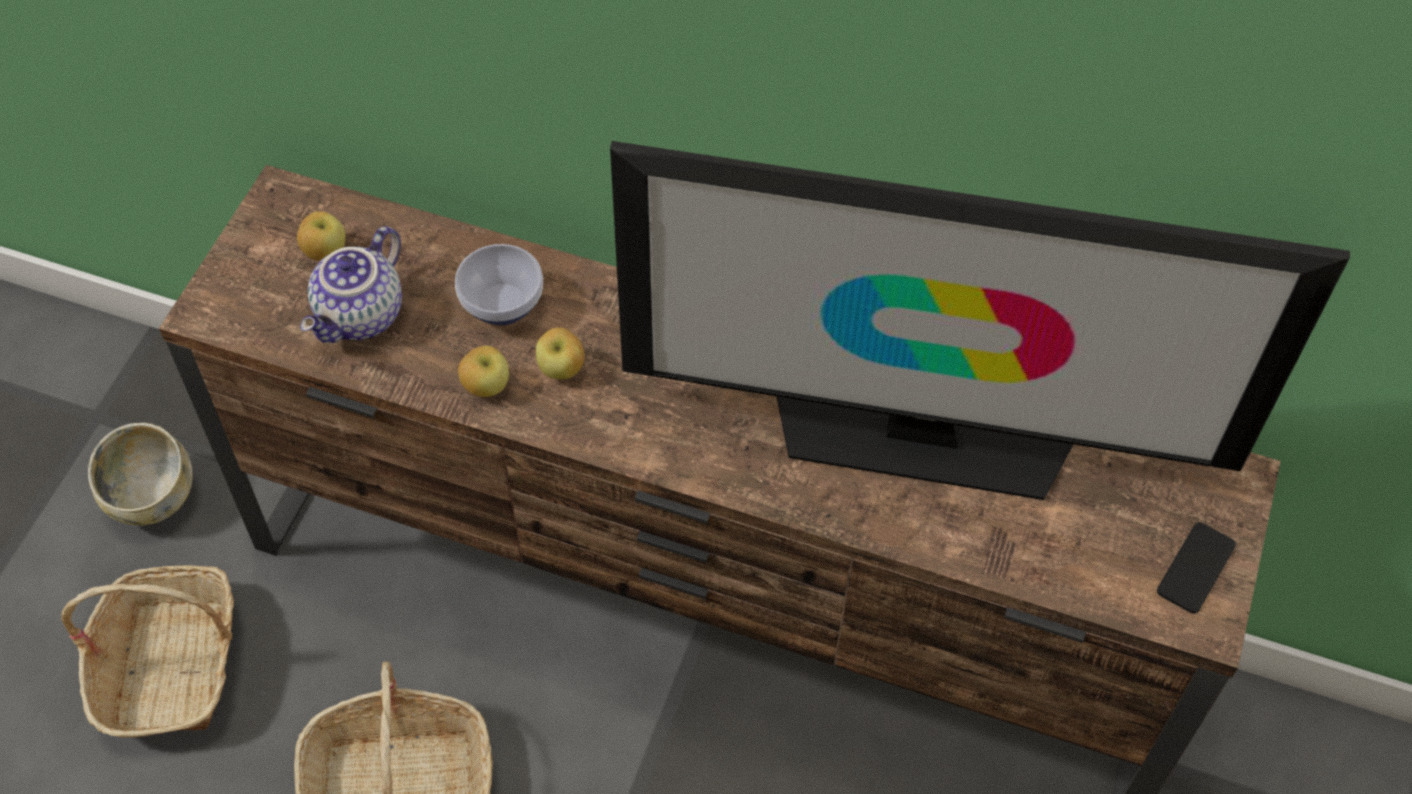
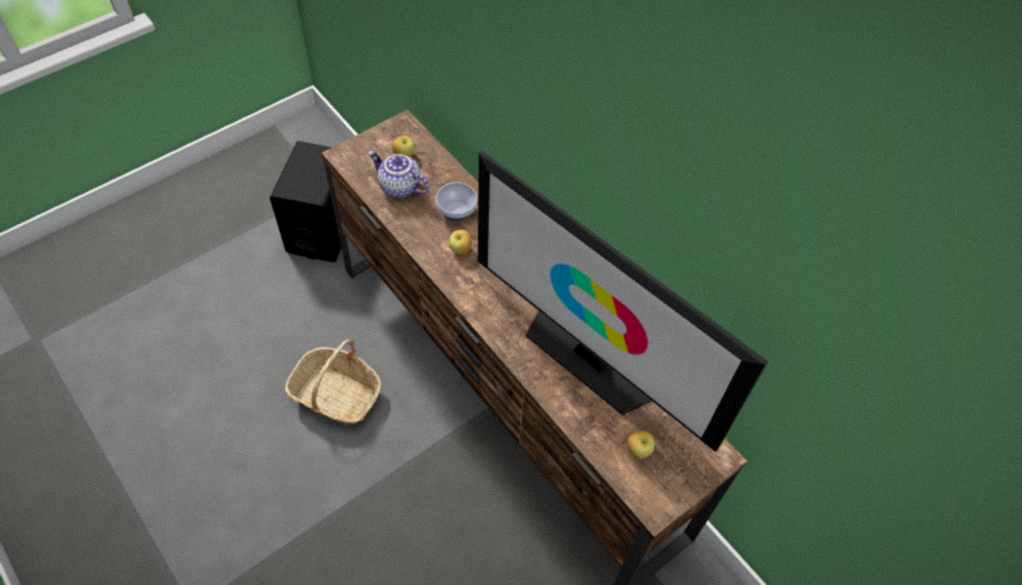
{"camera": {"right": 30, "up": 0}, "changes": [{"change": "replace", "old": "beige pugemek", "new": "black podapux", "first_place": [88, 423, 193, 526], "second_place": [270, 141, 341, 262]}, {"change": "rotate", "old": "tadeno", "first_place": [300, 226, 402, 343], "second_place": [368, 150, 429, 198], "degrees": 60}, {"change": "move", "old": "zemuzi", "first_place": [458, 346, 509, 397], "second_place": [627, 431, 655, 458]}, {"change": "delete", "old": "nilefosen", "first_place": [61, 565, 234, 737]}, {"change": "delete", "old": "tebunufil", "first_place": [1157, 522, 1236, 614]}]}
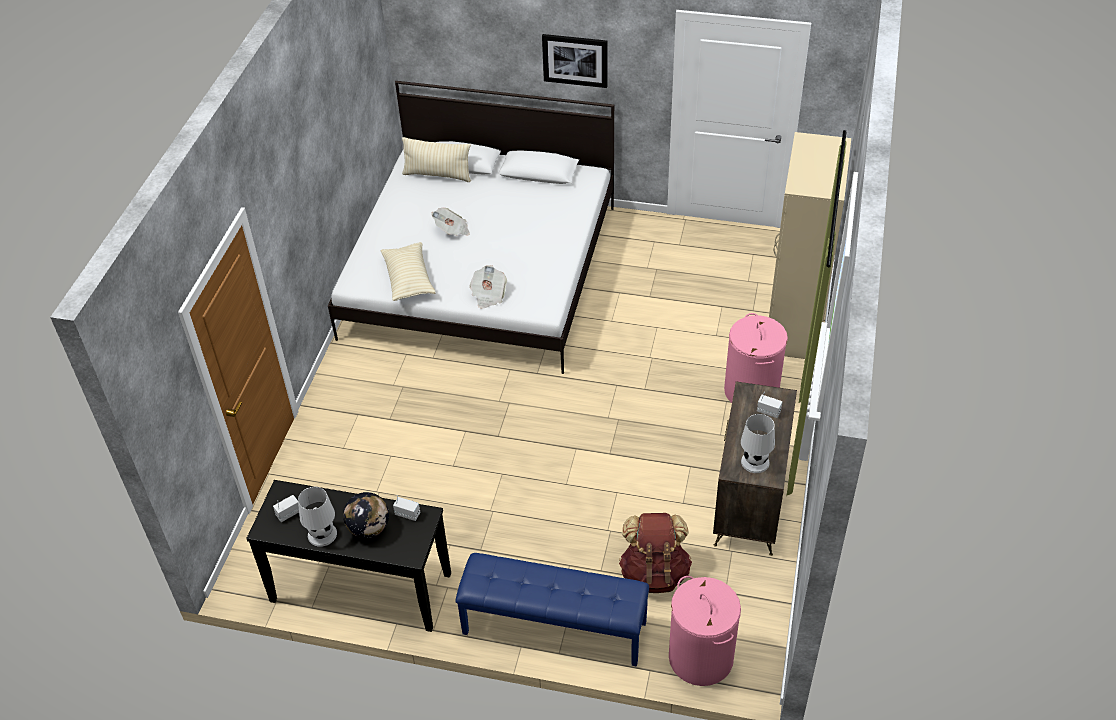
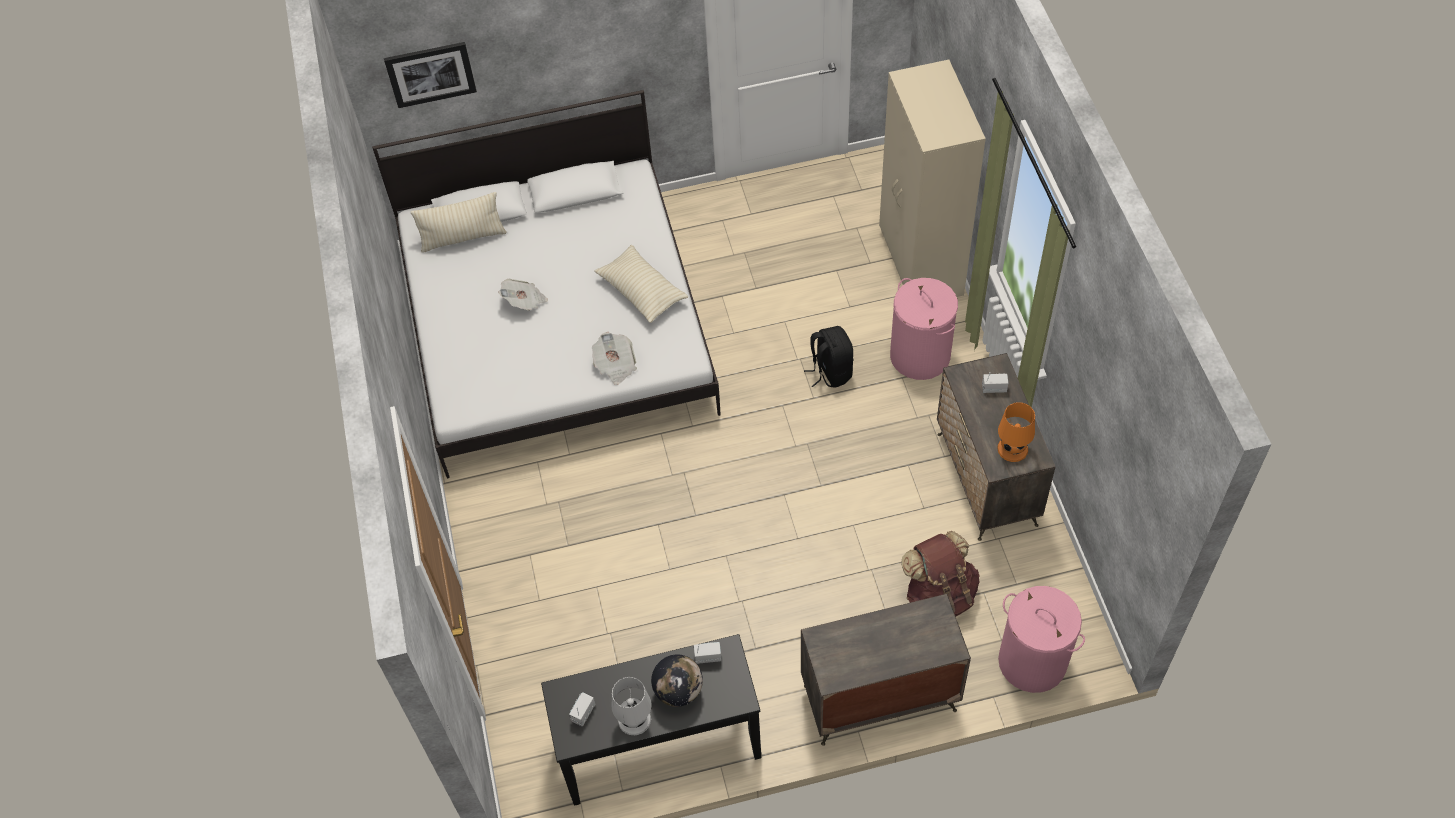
{"camera": {"right": -25, "up": 10}, "changes": [{"change": "move", "old": "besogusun", "first_place": [542, 34, 608, 88], "second_place": [384, 42, 477, 108]}, {"change": "move", "old": "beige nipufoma", "first_place": [380, 242, 436, 301], "second_place": [595, 245, 688, 323]}, {"change": "replace", "old": "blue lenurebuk", "new": "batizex", "first_place": [455, 553, 649, 667], "second_place": [801, 594, 971, 746]}, {"change": "insert", "new": "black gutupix", "second_place": [804, 326, 853, 388]}, {"change": "recolor", "old": "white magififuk", "new": "orange magififuk", "first_place": [741, 414, 775, 473], "second_place": [997, 402, 1035, 462]}]}
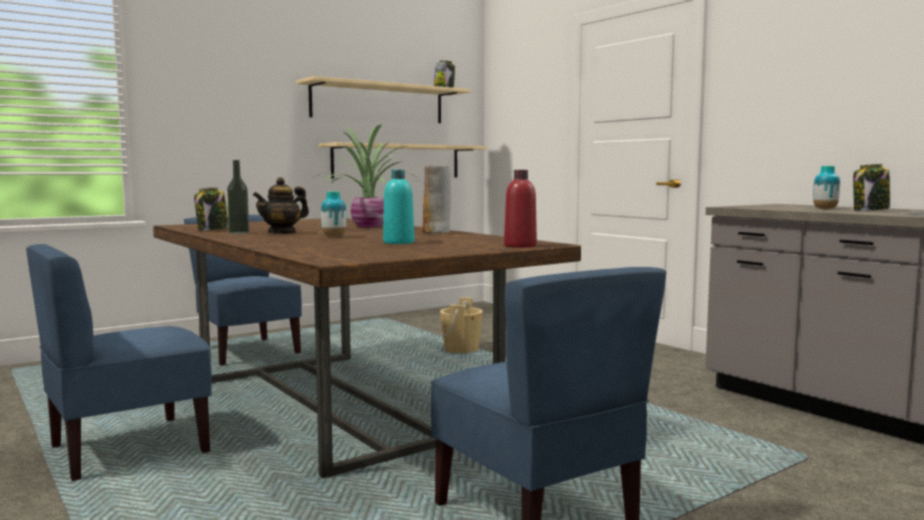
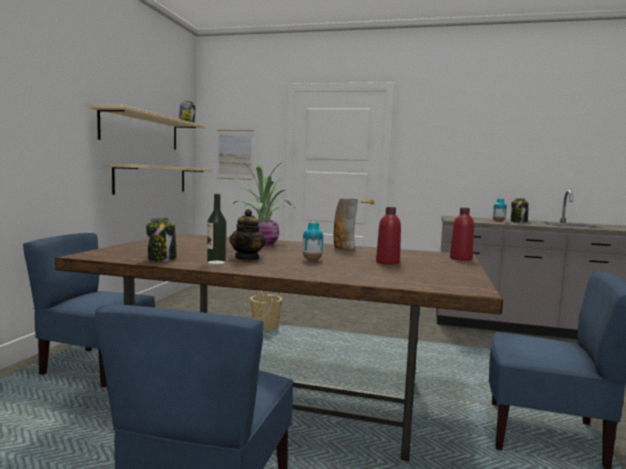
{"camera": {"right": -40, "up": 0}, "changes": [{"change": "insert", "new": "besogusun", "second_place": [217, 130, 254, 180]}, {"change": "recolor", "old": "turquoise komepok", "new": "red komepok", "first_place": [383, 170, 414, 244], "second_place": [376, 207, 401, 265]}]}
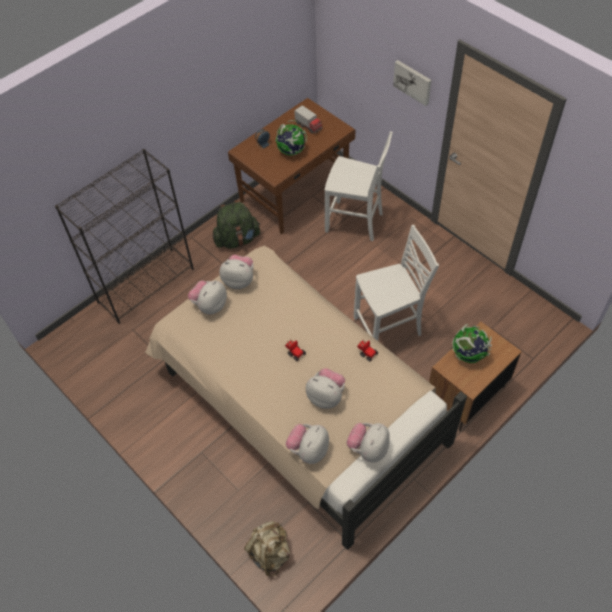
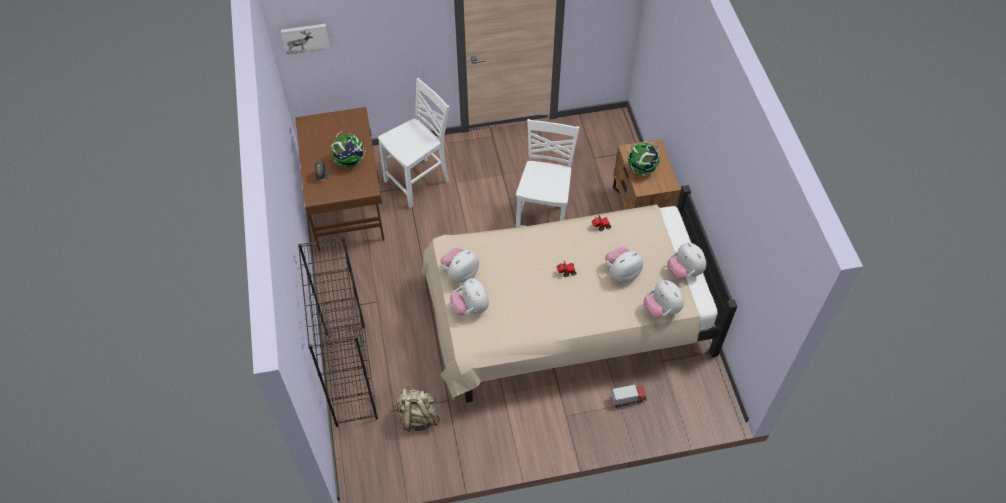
{"camera": {"right": -60, "up": 0}, "changes": [{"change": "move", "old": "besogusun", "first_place": [393, 60, 431, 106], "second_place": [281, 24, 330, 55]}, {"change": "move", "old": "beige gutupix", "first_place": [244, 521, 290, 577], "second_place": [396, 386, 440, 432]}, {"change": "move", "old": "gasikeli", "first_place": [294, 105, 323, 134], "second_place": [611, 385, 647, 407]}, {"change": "delete", "old": "green gutupix", "first_place": [213, 200, 260, 249]}]}
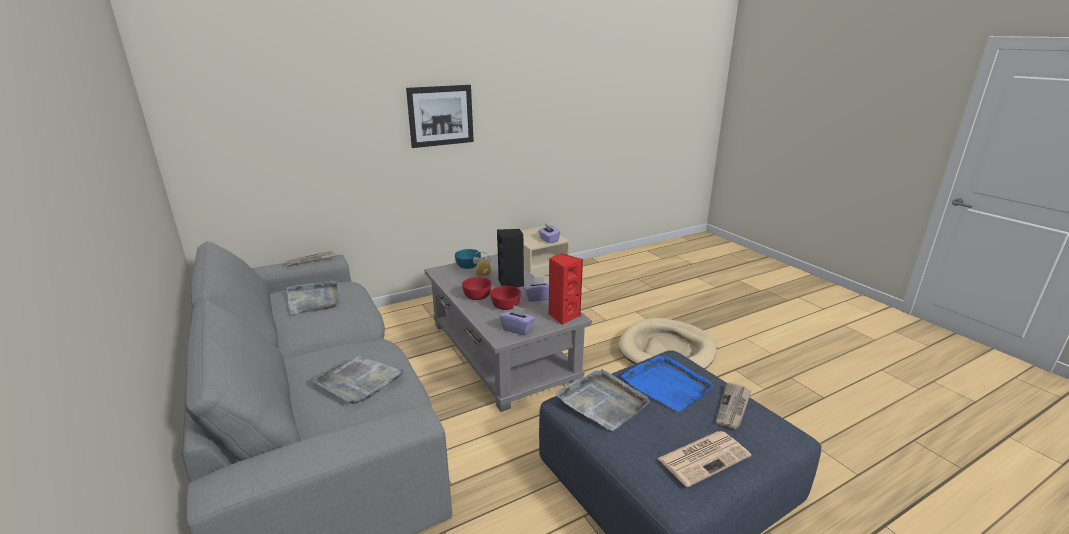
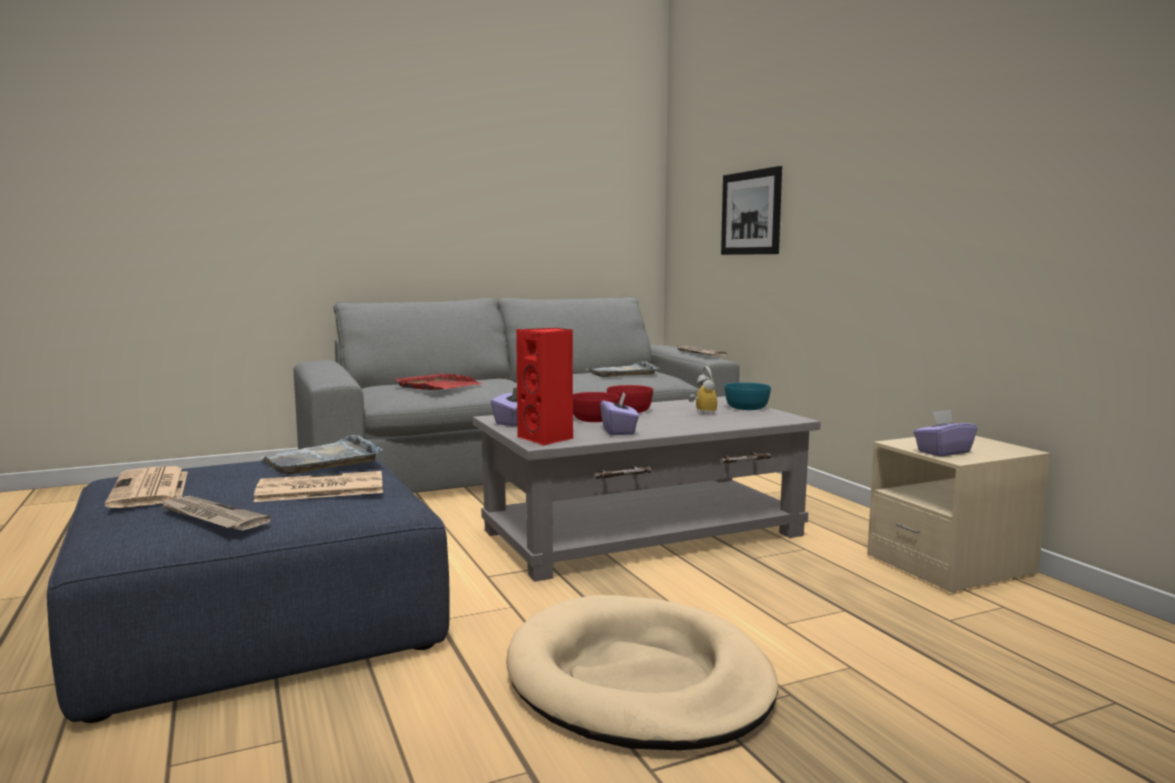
{"camera": {"right": 95, "up": -15}, "changes": [{"change": "replace", "old": "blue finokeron", "new": "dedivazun", "first_place": [621, 355, 713, 412], "second_place": [254, 471, 383, 502]}, {"change": "recolor", "old": "grey finokeron", "new": "red finokeron", "first_place": [312, 356, 406, 404], "second_place": [395, 373, 482, 390]}, {"change": "move", "old": "besogusun", "first_place": [406, 85, 474, 148], "second_place": [721, 166, 782, 255]}, {"change": "delete", "old": "black podapux", "first_place": [497, 229, 524, 288]}]}
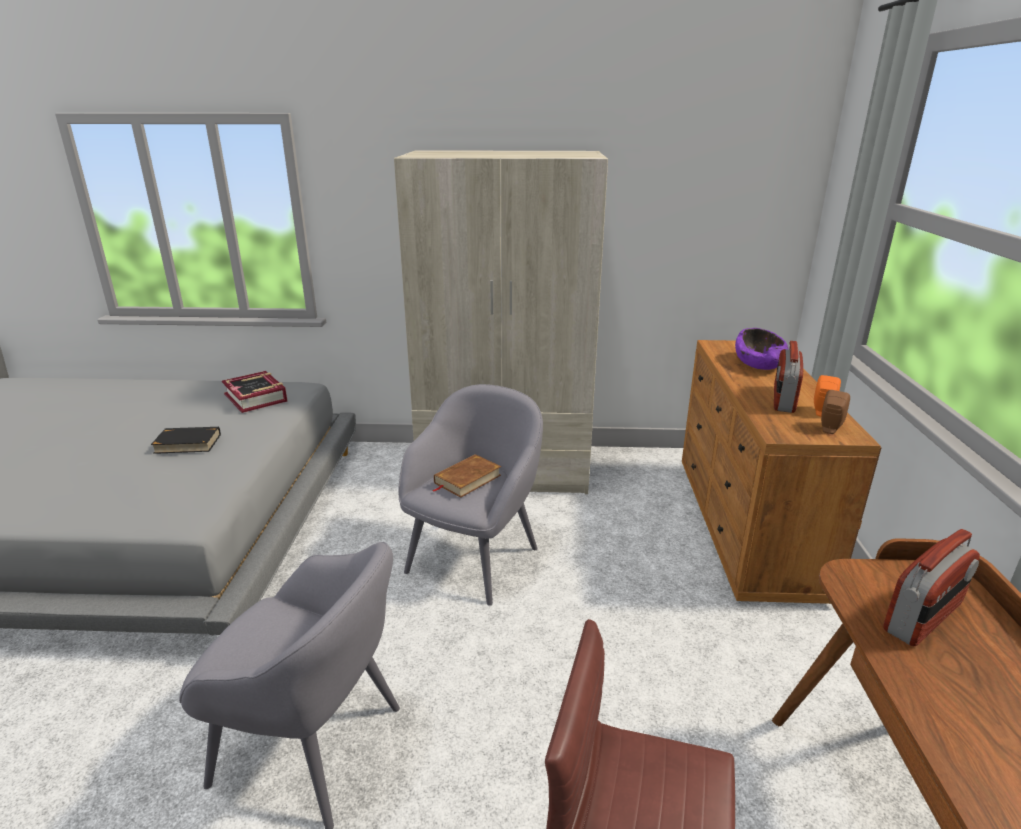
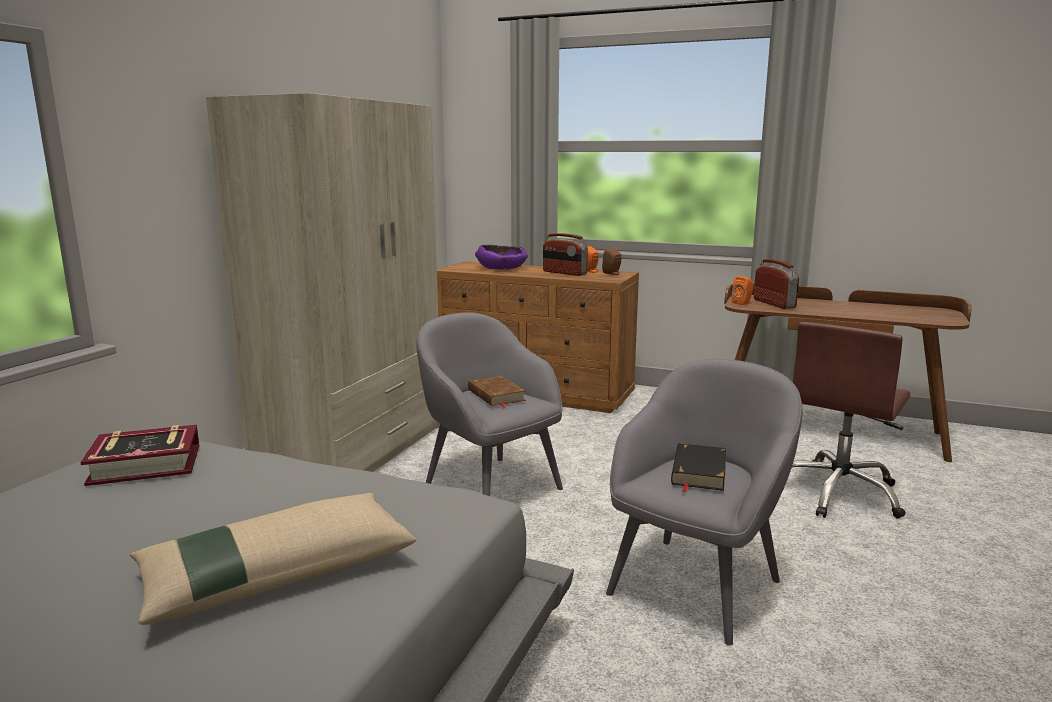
{"camera": {"right": -70, "up": -10}, "changes": [{"change": "insert", "new": "beige nipufoma", "second_place": [130, 493, 416, 625]}, {"change": "move", "old": "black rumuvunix", "first_place": [151, 427, 221, 454], "second_place": [671, 443, 726, 492]}, {"change": "insert", "new": "orange podapux", "second_place": [732, 276, 753, 305]}]}
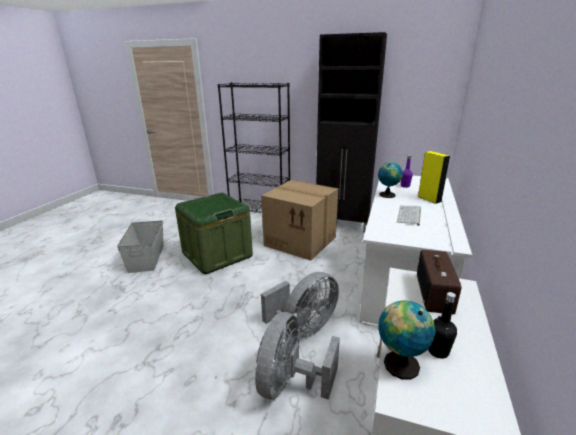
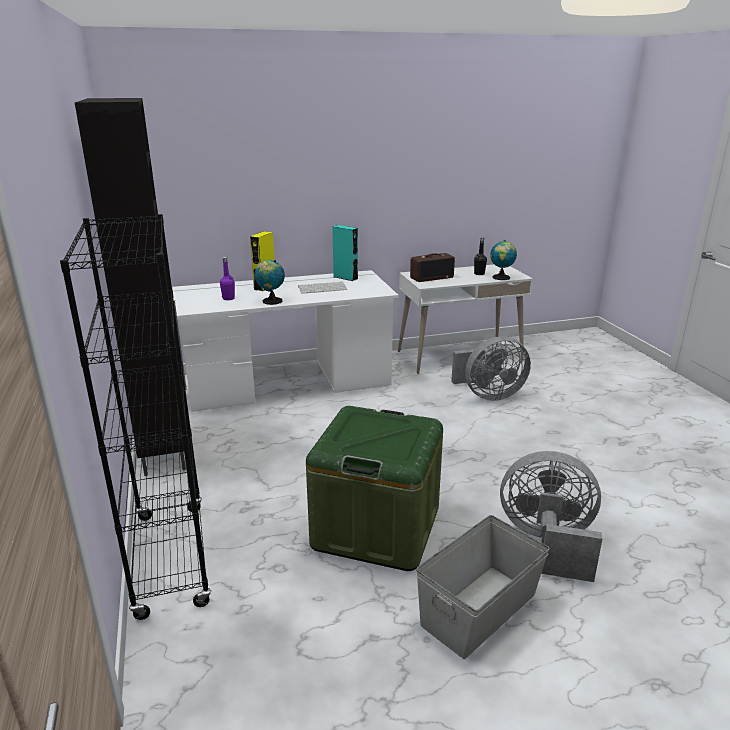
{"camera": {"right": -125, "up": 0}, "changes": [{"change": "insert", "new": "turquoise podapux", "second_place": [332, 225, 358, 281]}, {"change": "move", "old": "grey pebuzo", "first_place": [261, 272, 339, 338], "second_place": [500, 451, 603, 582]}, {"change": "delete", "old": "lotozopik", "first_place": [261, 180, 338, 260]}]}
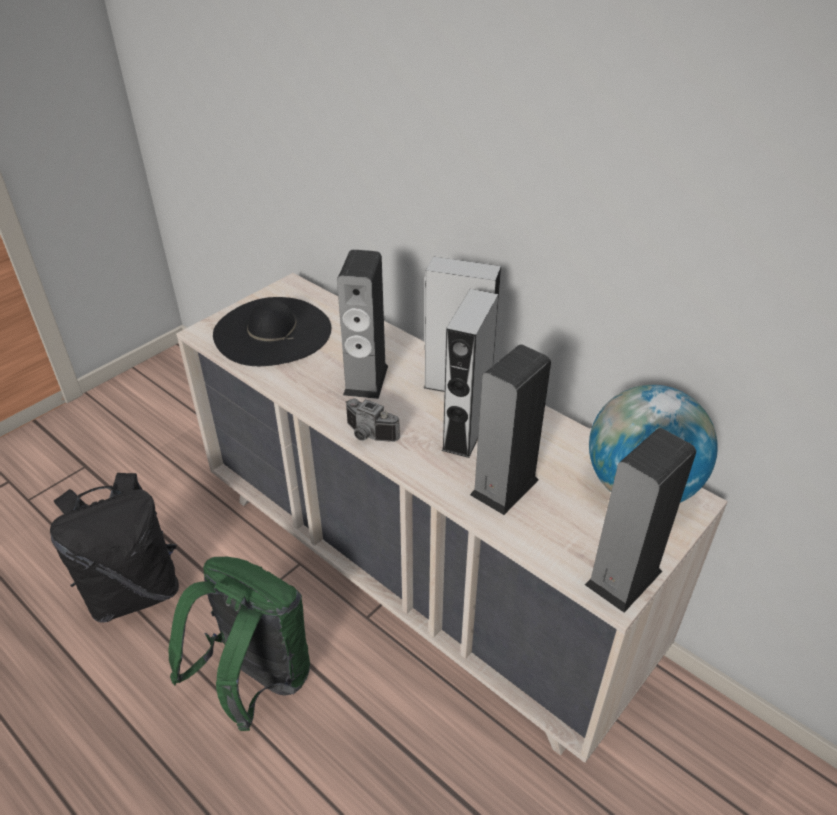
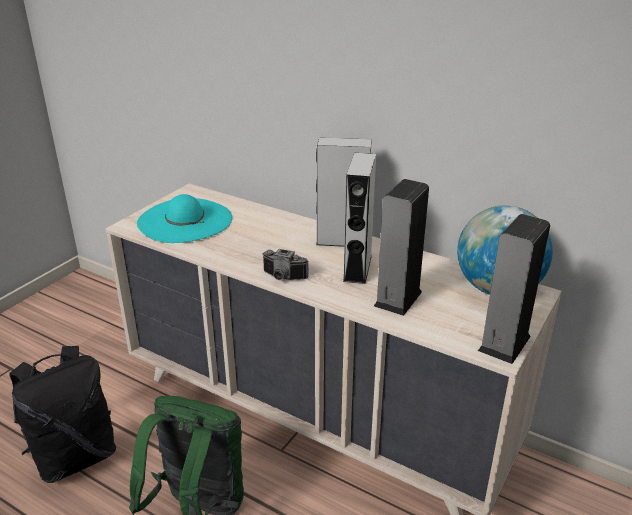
{"camera": {"right": -10, "up": -10}, "changes": [{"change": "recolor", "old": "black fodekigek", "new": "turquoise fodekigek", "first_place": [213, 297, 331, 366], "second_place": [137, 194, 232, 243]}, {"change": "delete", "old": "podapux", "first_place": [337, 249, 388, 399]}]}
